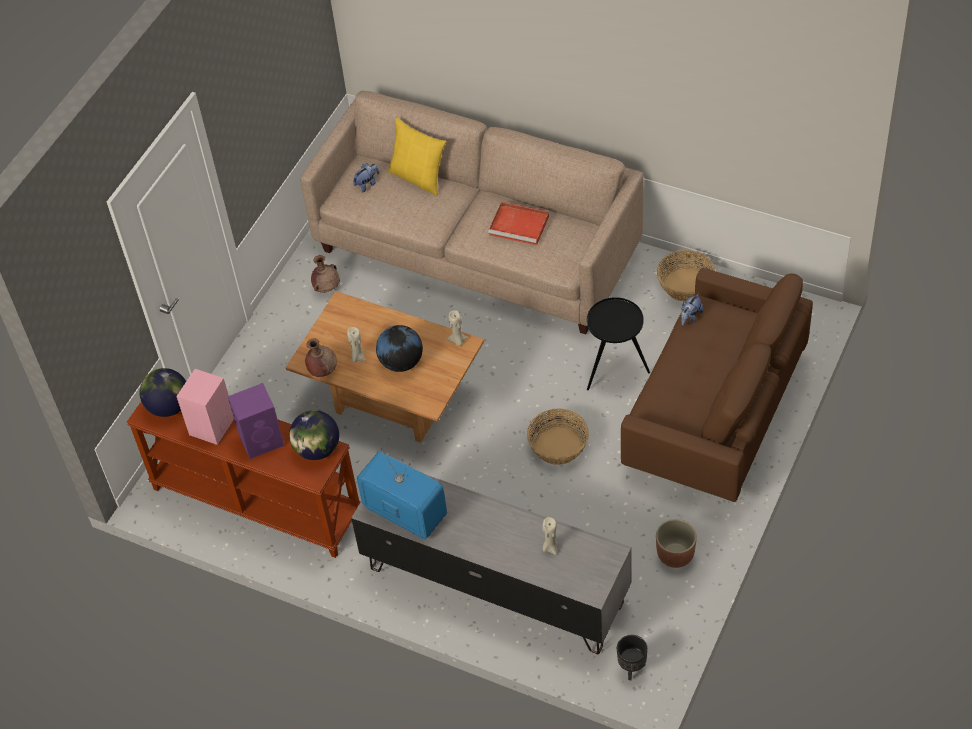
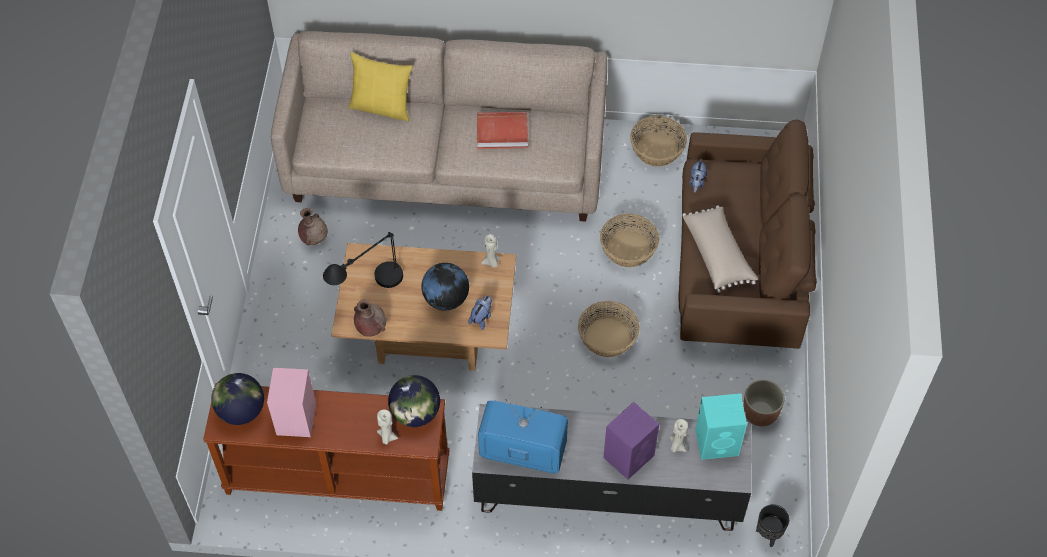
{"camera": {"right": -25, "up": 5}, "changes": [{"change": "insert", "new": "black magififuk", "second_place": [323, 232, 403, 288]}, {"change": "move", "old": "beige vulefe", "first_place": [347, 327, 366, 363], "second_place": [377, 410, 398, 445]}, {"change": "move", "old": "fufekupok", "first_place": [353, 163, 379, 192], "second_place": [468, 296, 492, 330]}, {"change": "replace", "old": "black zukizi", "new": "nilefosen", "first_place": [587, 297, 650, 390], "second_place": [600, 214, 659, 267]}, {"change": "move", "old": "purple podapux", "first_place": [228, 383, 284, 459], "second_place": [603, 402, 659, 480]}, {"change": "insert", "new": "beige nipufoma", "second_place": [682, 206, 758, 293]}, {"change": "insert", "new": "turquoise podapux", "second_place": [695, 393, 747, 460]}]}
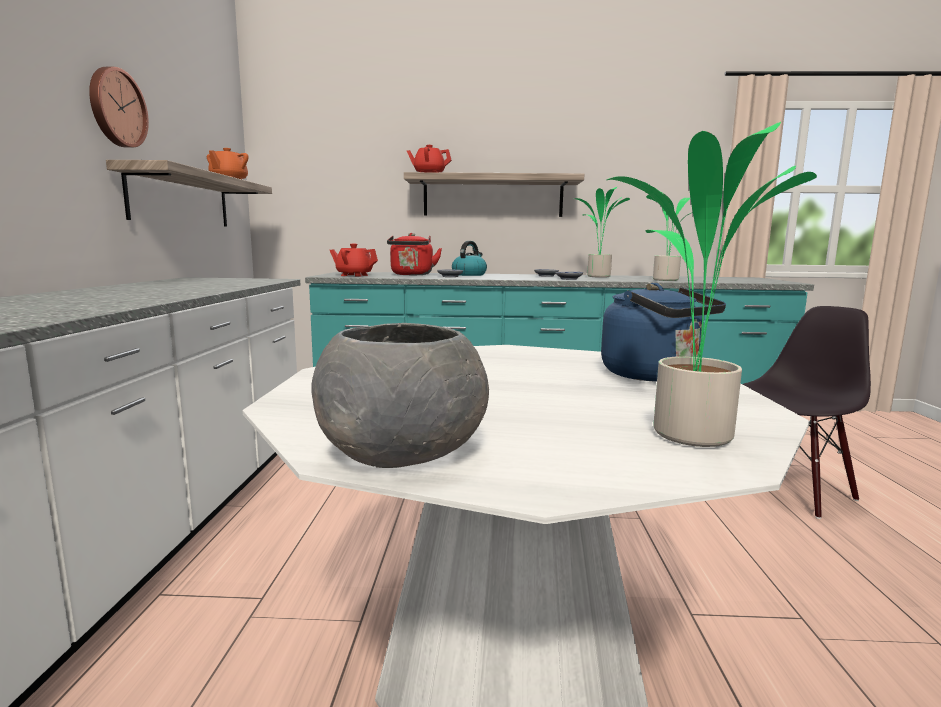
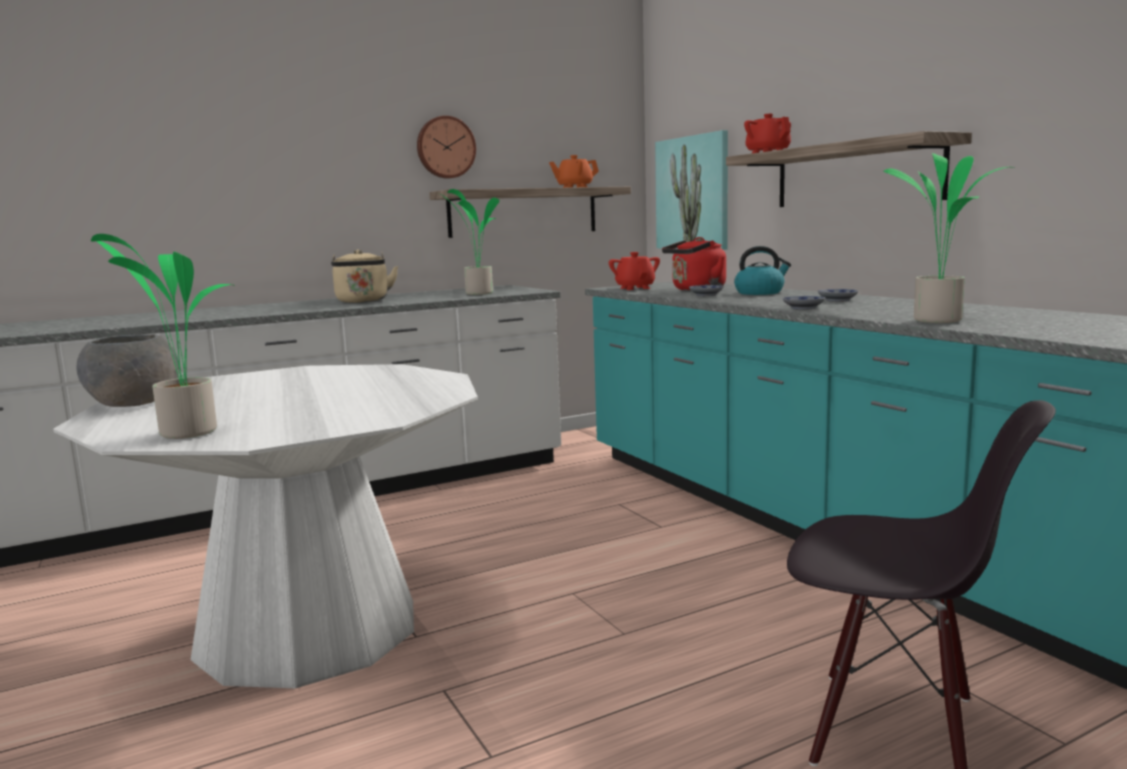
{"camera": {"right": 60, "up": 0}, "changes": [{"change": "insert", "new": "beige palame", "second_place": [331, 249, 398, 303]}, {"change": "move", "old": "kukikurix", "first_place": [575, 186, 630, 278], "second_place": [439, 189, 500, 295]}, {"change": "insert", "new": "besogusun", "second_place": [655, 130, 728, 250]}, {"change": "delete", "old": "blue palame", "first_place": [601, 283, 726, 381]}]}
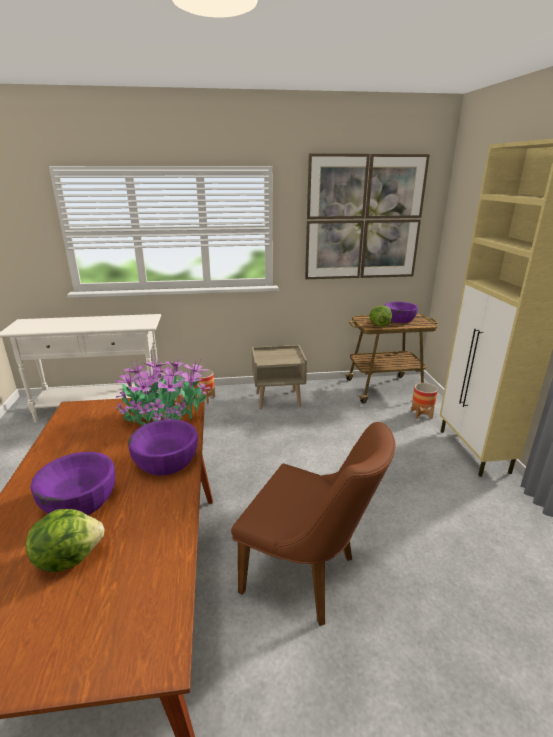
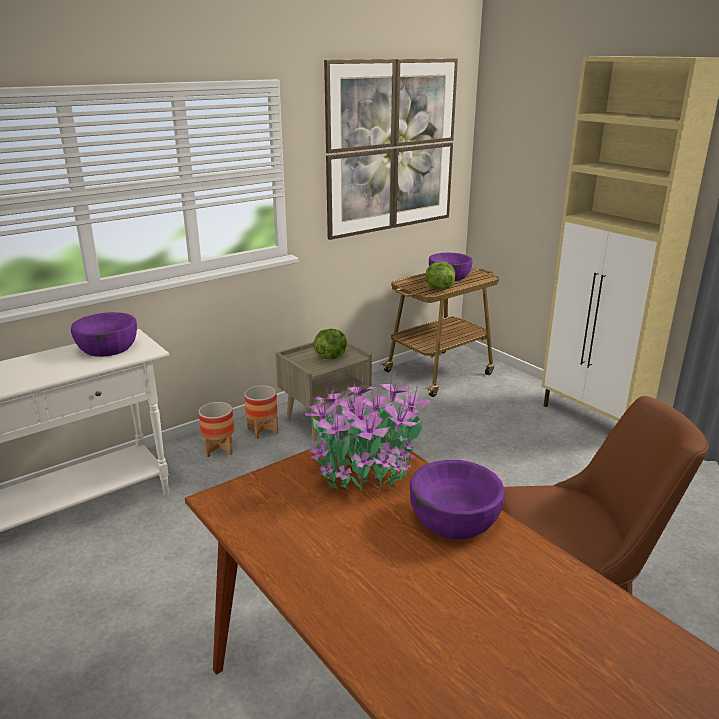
{"camera": {"right": -30, "up": 0}, "changes": [{"change": "move", "old": "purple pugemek", "first_place": [30, 452, 115, 515], "second_place": [71, 312, 137, 357]}, {"change": "move", "old": "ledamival", "first_place": [411, 383, 438, 419], "second_place": [244, 386, 278, 439]}, {"change": "move", "old": "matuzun", "first_place": [26, 509, 104, 572], "second_place": [313, 329, 347, 360]}]}
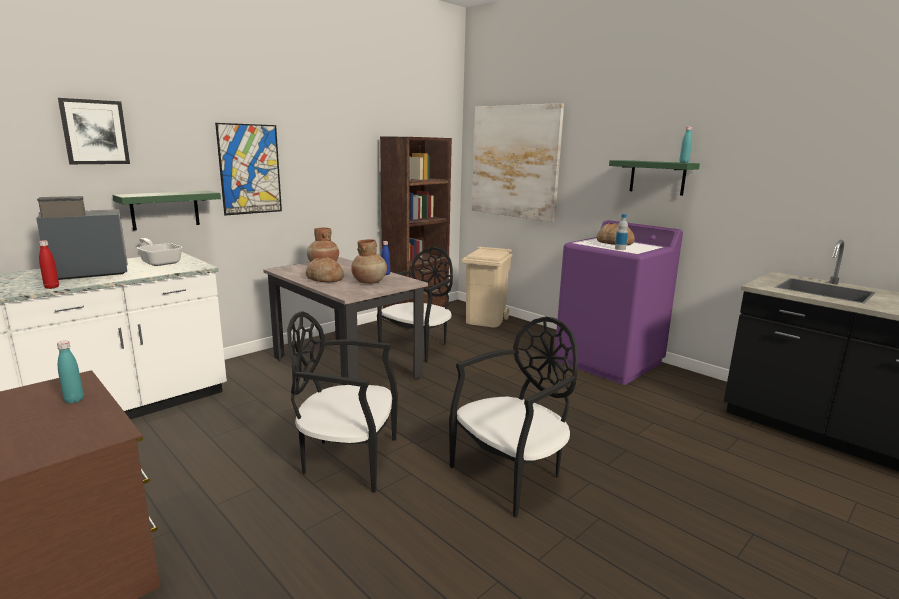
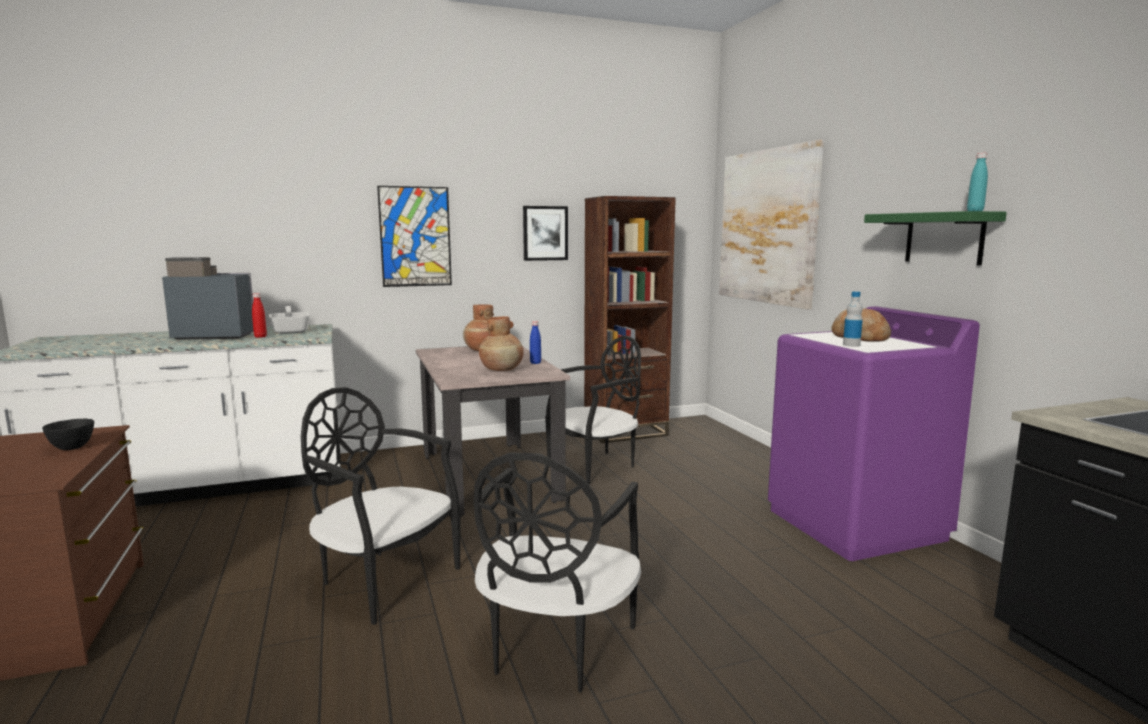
{"camera": {"right": 25, "up": -5}, "changes": [{"change": "replace", "old": "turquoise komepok", "new": "black pugemek", "first_place": [57, 341, 84, 404], "second_place": [42, 419, 94, 450]}, {"change": "move", "old": "red komepok", "first_place": [39, 240, 59, 289], "second_place": [252, 293, 267, 338]}, {"change": "rotate", "old": "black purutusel", "first_place": [449, 317, 578, 518], "second_place": [474, 453, 641, 693], "degrees": 120}, {"change": "move", "old": "besogusun", "first_place": [58, 98, 130, 164], "second_place": [523, 206, 568, 261]}, {"change": "delete", "old": "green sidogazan", "first_place": [112, 191, 221, 230]}, {"change": "delete", "old": "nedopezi", "first_place": [306, 258, 344, 283]}, {"change": "delete", "old": "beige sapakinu", "first_place": [462, 246, 513, 327]}]}
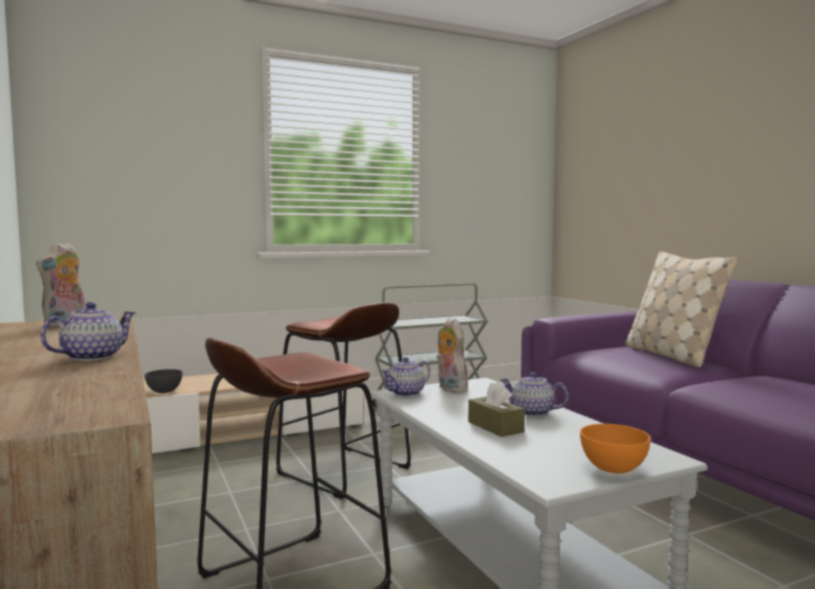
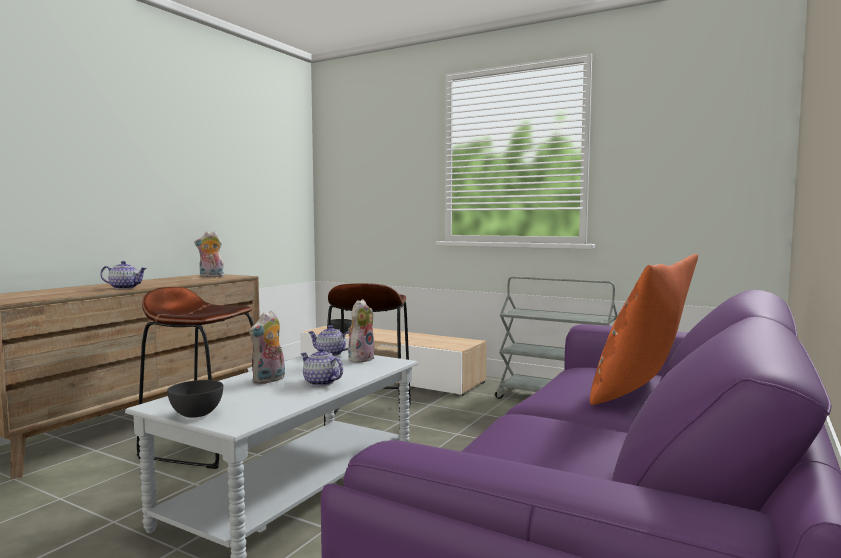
{"camera": {"right": 55, "up": 0}, "changes": [{"change": "recolor", "old": "orange pugemek", "new": "grey pugemek", "first_place": [580, 424, 651, 473], "second_place": [167, 380, 223, 418]}, {"change": "replace", "old": "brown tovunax", "new": "fufekupok", "first_place": [468, 381, 525, 437], "second_place": [249, 311, 285, 384]}, {"change": "rotate", "old": "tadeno", "first_place": [500, 372, 569, 417], "second_place": [301, 348, 343, 386], "degrees": -45}, {"change": "recolor", "old": "beige nipufoma", "new": "orange nipufoma", "first_place": [625, 251, 738, 368], "second_place": [590, 254, 698, 405]}]}
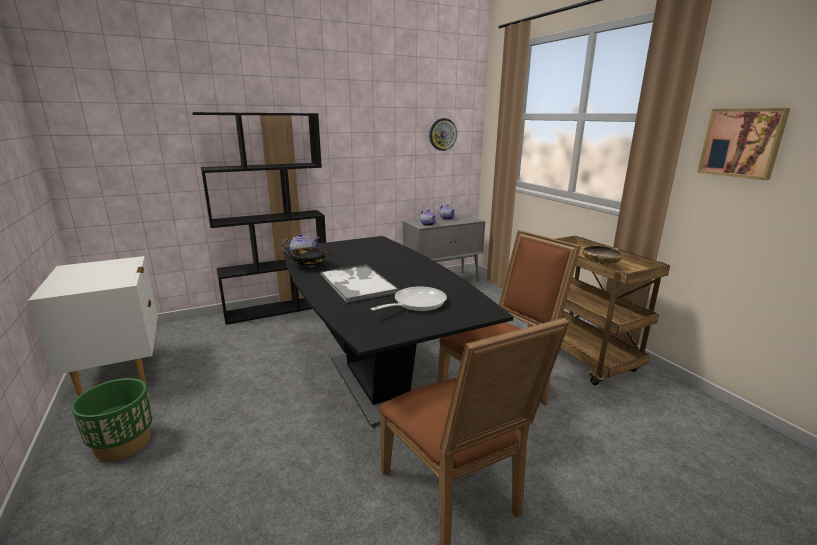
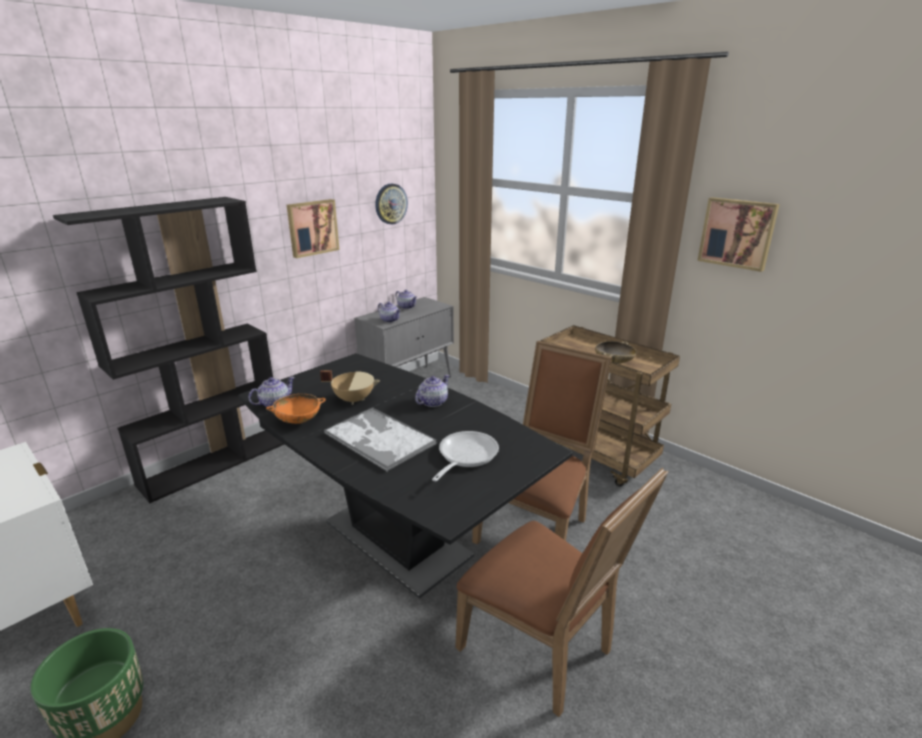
{"camera": {"right": -20, "up": 5}, "changes": [{"change": "recolor", "old": "black pugemek", "new": "orange pugemek", "first_place": [286, 247, 331, 268], "second_place": [266, 394, 326, 424]}, {"change": "insert", "new": "besogusun", "second_place": [287, 199, 339, 258]}, {"change": "insert", "new": "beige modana", "second_place": [320, 370, 380, 405]}, {"change": "insert", "new": "tadeno", "second_place": [415, 375, 450, 407]}]}
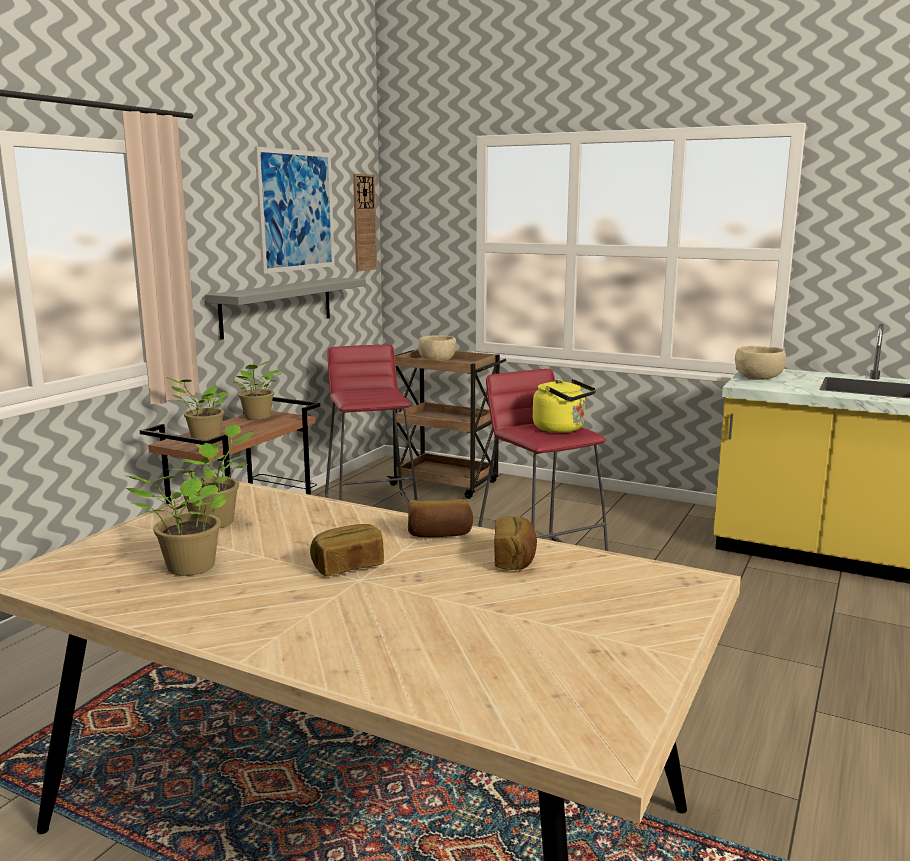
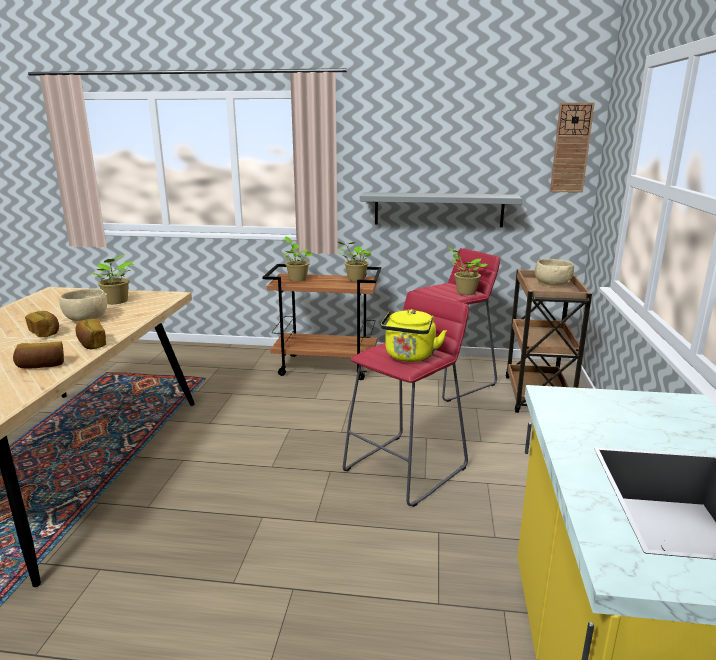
{"camera": {"right": 70, "up": 5}, "changes": [{"change": "move", "old": "beige pugemek", "first_place": [735, 346, 786, 380], "second_place": [59, 288, 108, 321]}, {"change": "move", "old": "kukikurix", "first_place": [124, 475, 226, 576], "second_place": [448, 247, 488, 295]}, {"change": "delete", "old": "besogusun", "first_place": [255, 147, 335, 274]}]}
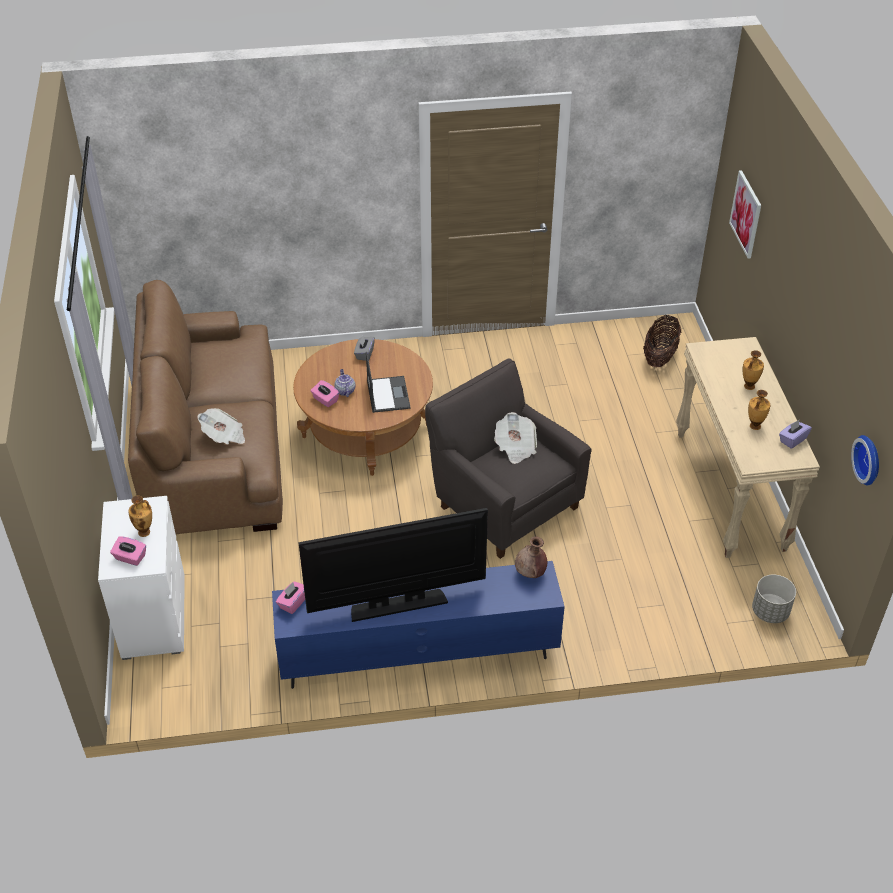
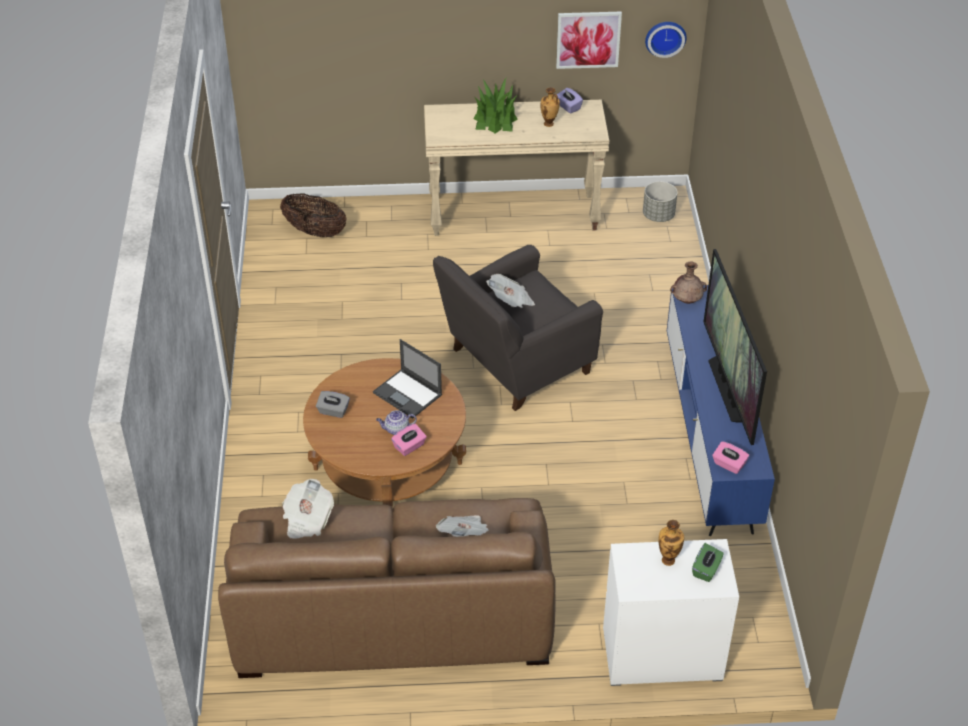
{"camera": {"right": -85, "up": 0}, "changes": [{"change": "insert", "new": "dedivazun", "second_place": [282, 479, 334, 539]}, {"change": "rotate", "old": "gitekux", "first_place": [366, 352, 411, 413], "second_place": [373, 339, 442, 419], "degrees": -135}, {"change": "replace", "old": "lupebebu", "new": "kukikurix", "first_place": [743, 350, 764, 390], "second_place": [473, 78, 517, 134]}, {"change": "move", "old": "besogusun", "first_place": [729, 170, 761, 259], "second_place": [556, 12, 622, 69]}, {"change": "recolor", "old": "pink tovunax", "new": "green tovunax", "first_place": [110, 536, 146, 566], "second_place": [692, 543, 724, 582]}]}
